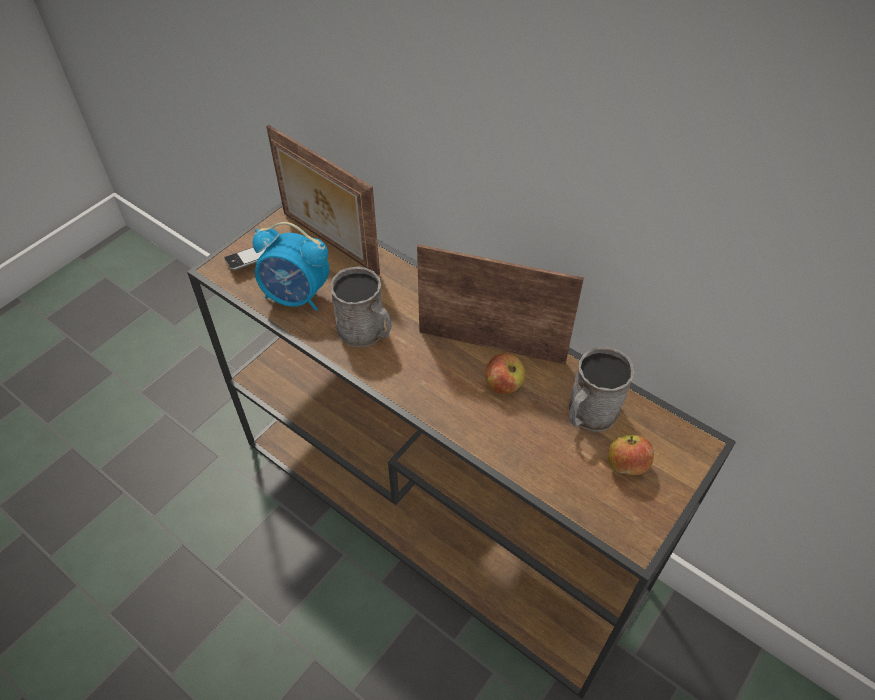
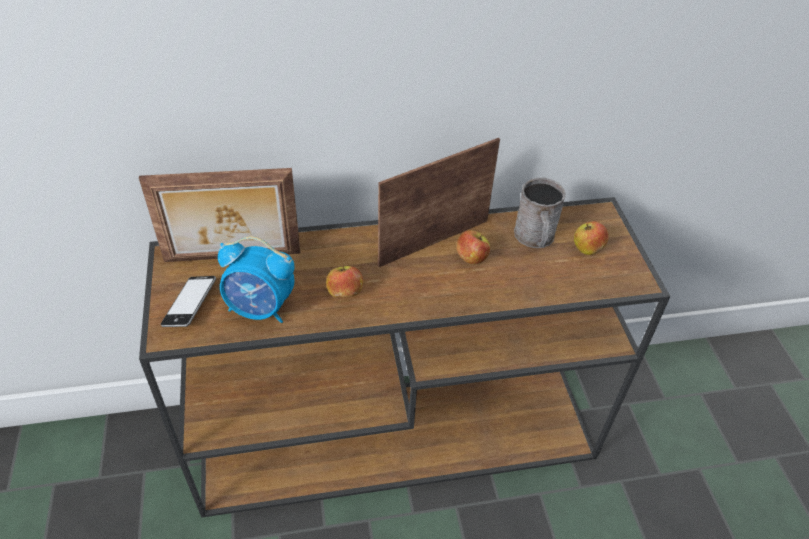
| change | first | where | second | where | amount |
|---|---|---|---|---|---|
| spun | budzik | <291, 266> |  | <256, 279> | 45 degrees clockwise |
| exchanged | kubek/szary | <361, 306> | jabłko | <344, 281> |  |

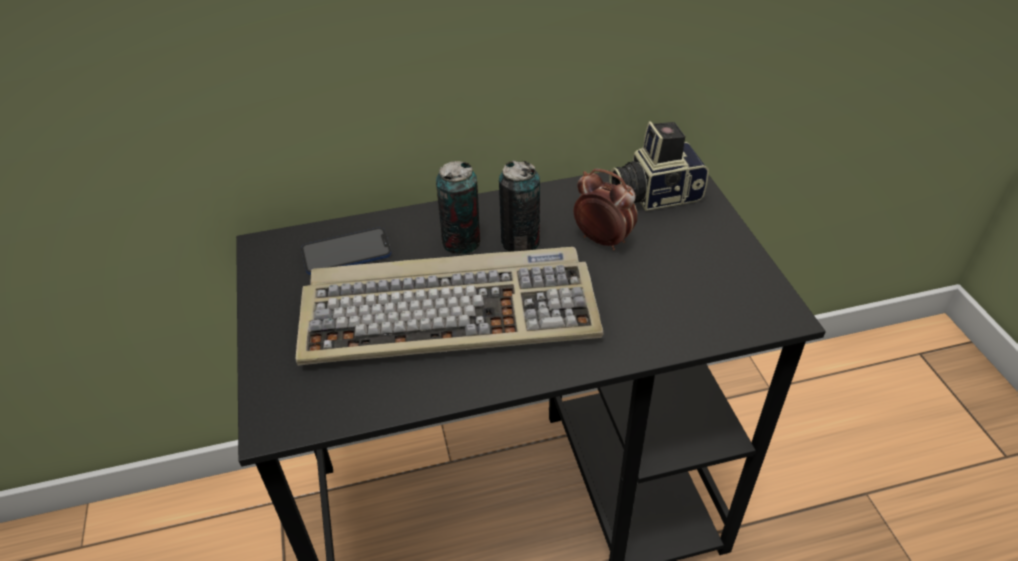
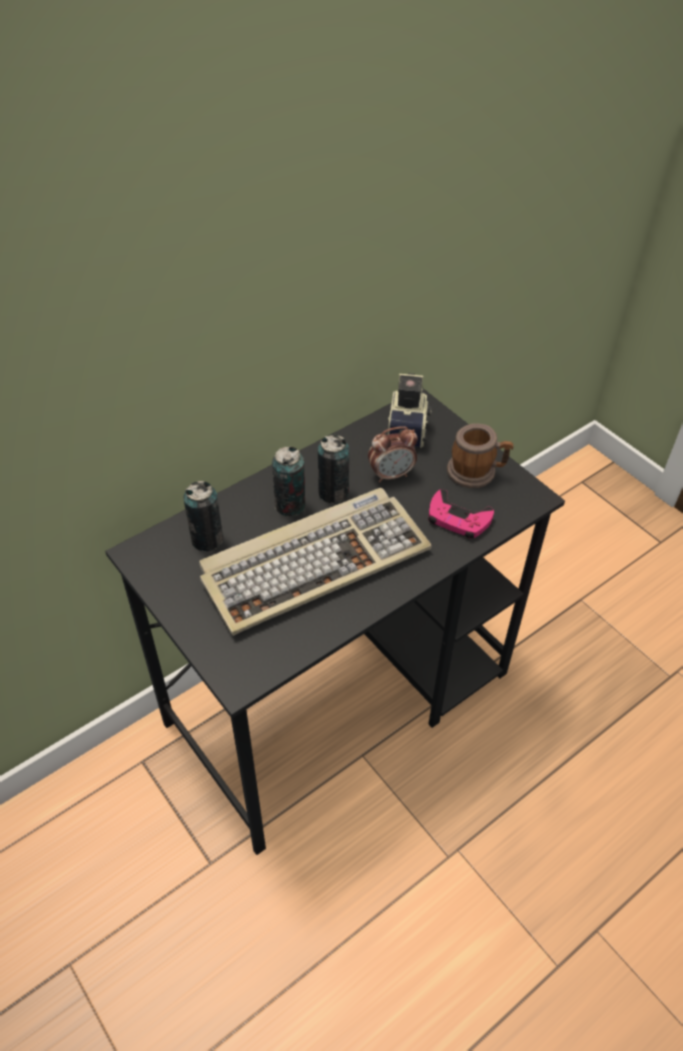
| change | first | where | second | where | amount |
|---|---|---|---|---|---|
| exchanged | telefon | <346, 251> | puszka | <203, 516> |  |
| spun | budzik | <606, 209> |  | <393, 454> | 150 degrees clockwise |
| spun | aparat fotograficzny | <659, 166> |  | <410, 410> | 135 degrees clockwise |
| appeared |  |  | pad do gier/różowy | <461, 514> |  |
| appeared |  |  | kubek | <480, 455> |  |

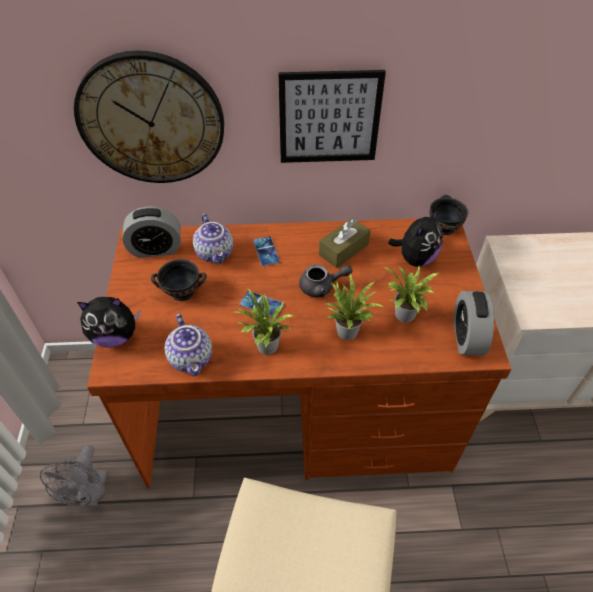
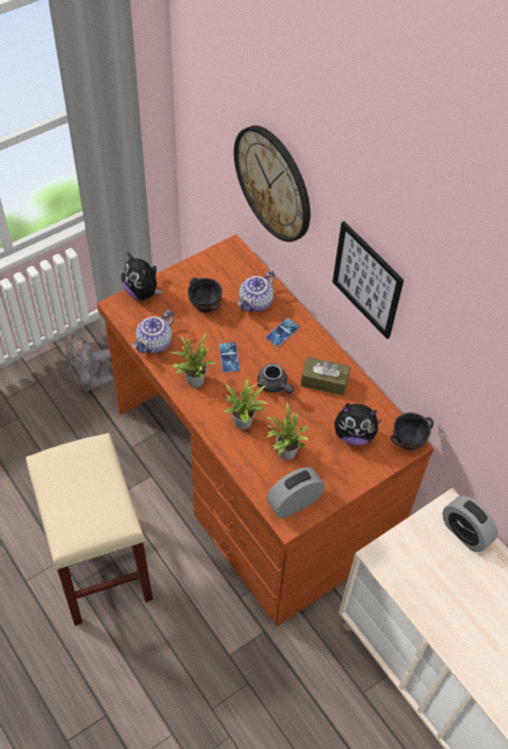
| change | first | where | second | where | amount |
|---|---|---|---|---|---|
| relocated | budzik | <151, 232> |  | <470, 523> |  |

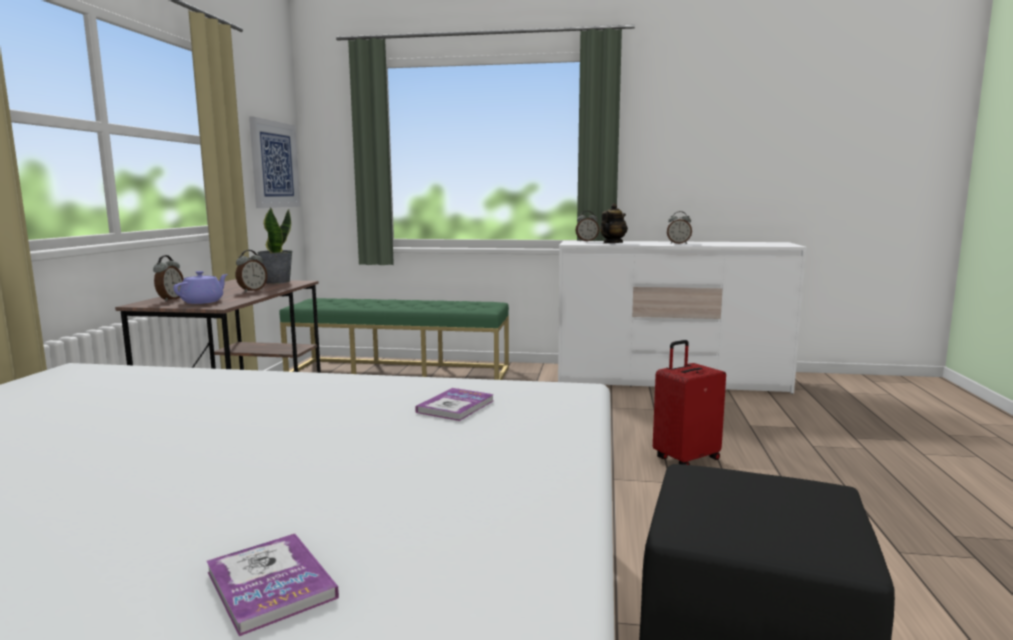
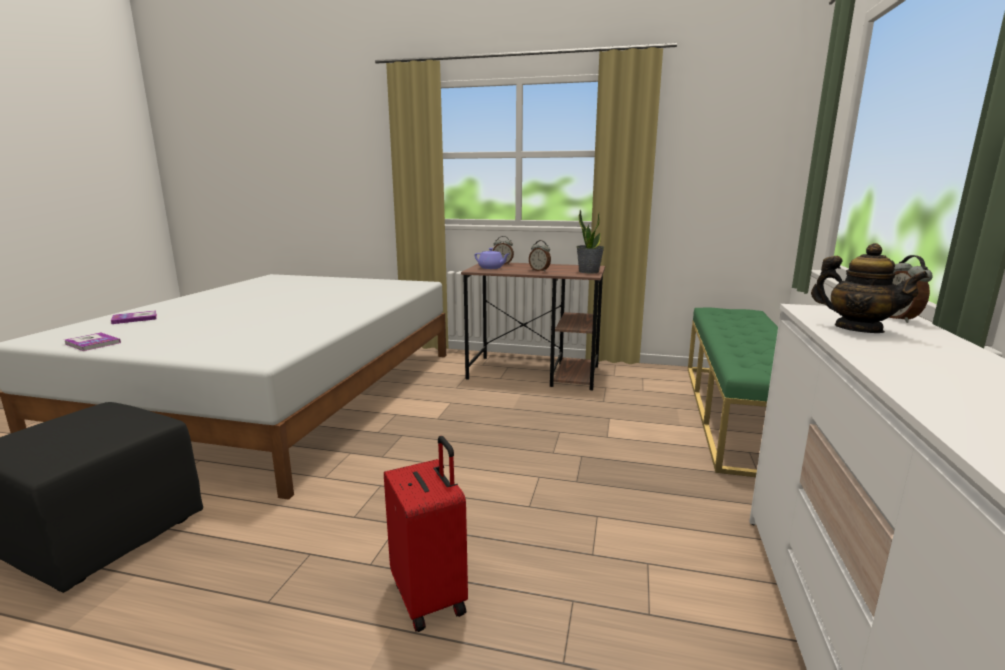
| change | first | where | second | where | amount |
|---|---|---|---|---|---|
| relocated | książka | <454, 404> |  | <93, 342> |  |
| missing | obraz | <275, 162> |  |  |  |
| missing | budzik | <679, 227> |  |  |  |

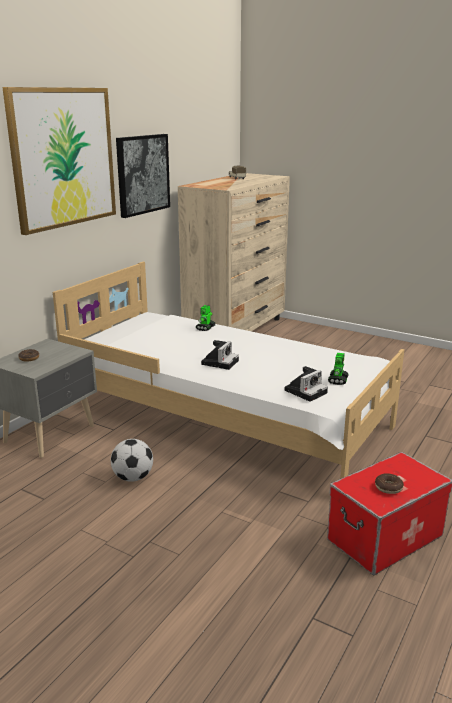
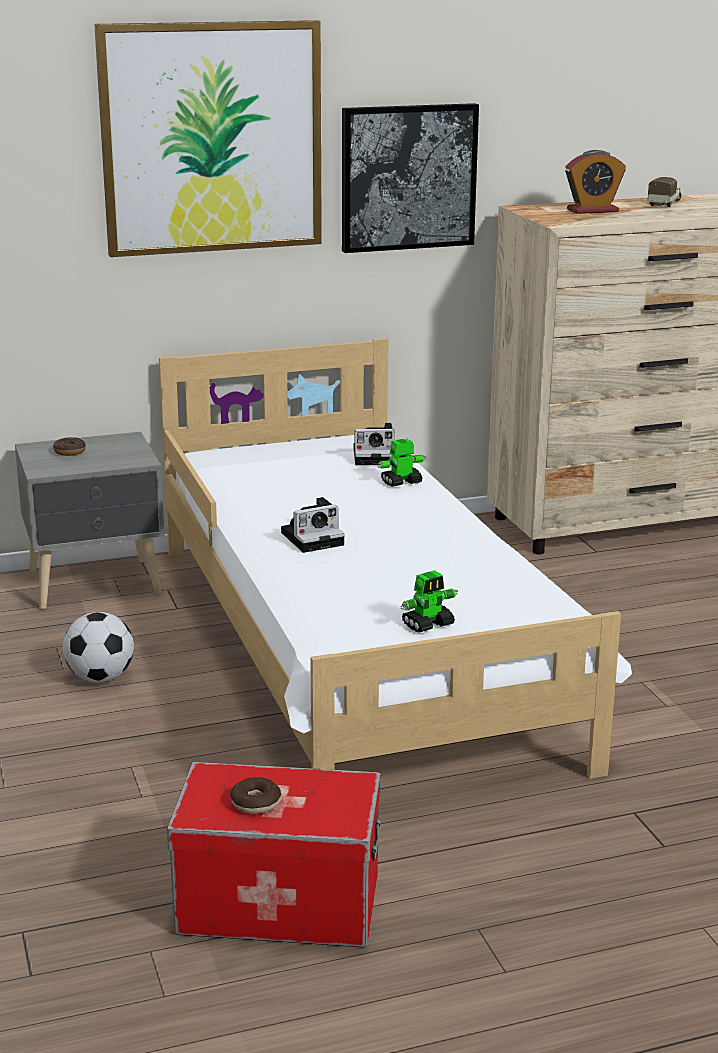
| change | first | where | second | where | amount |
|---|---|---|---|---|---|
| relocated | aparat fotograficzny | <306, 384> |  | <374, 444> |  |
| appeared |  |  | budzik | <595, 182> |  |

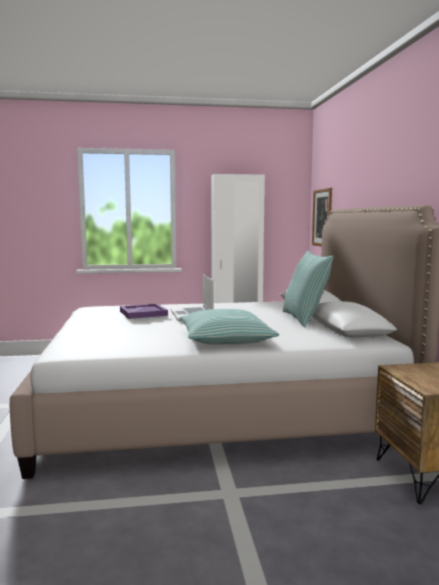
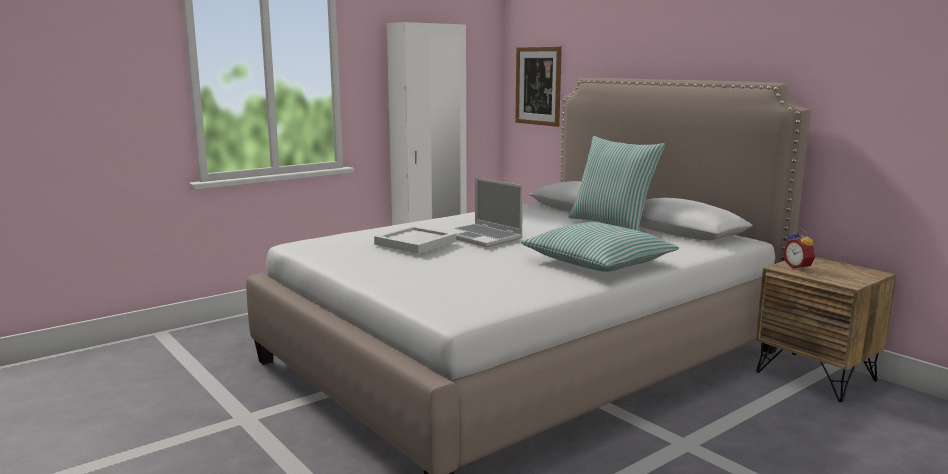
| change | first | where | second | where | amount |
|---|---|---|---|---|---|
| colour | taca/fioletowy | <144, 311> | taca/biały | <415, 240> |  |
| appeared |  |  | budzik | <799, 249> |  |

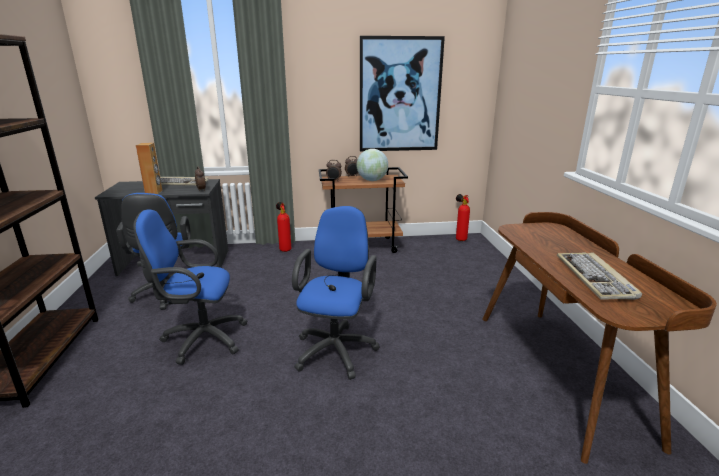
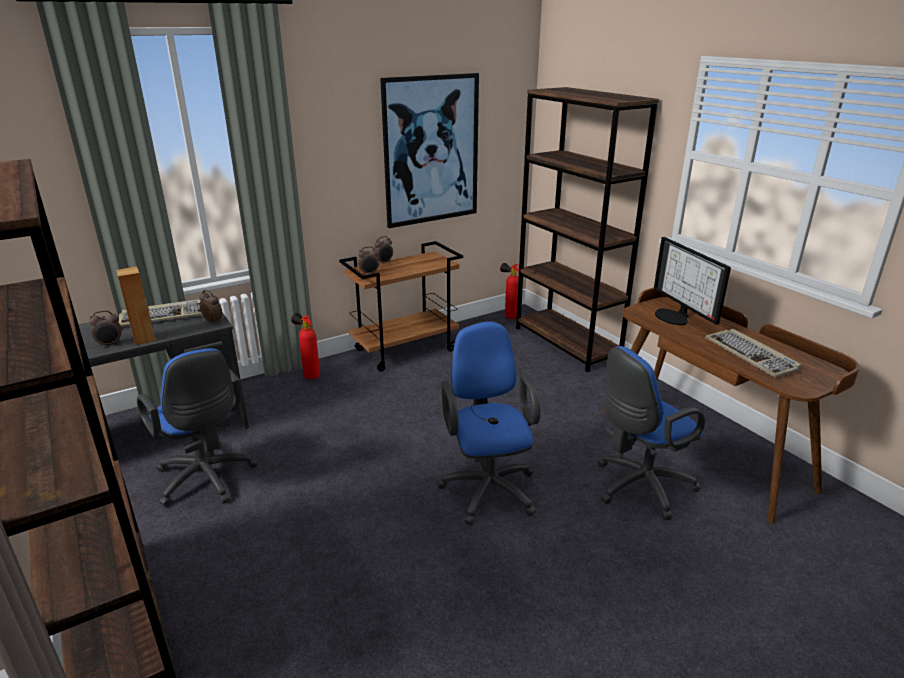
| change | first | where | second | where | amount |
|---|---|---|---|---|---|
| appeared |  |  | budzik | <105, 328> |  |
| appeared |  |  | regał/brązowy | <587, 229> |  |
| relocated | krzesło biurowe/niebieski | <190, 287> |  | <651, 433> |  |
| appeared |  |  | monitor | <692, 281> |  |
| missing | globus | <372, 165> |  |  |  |

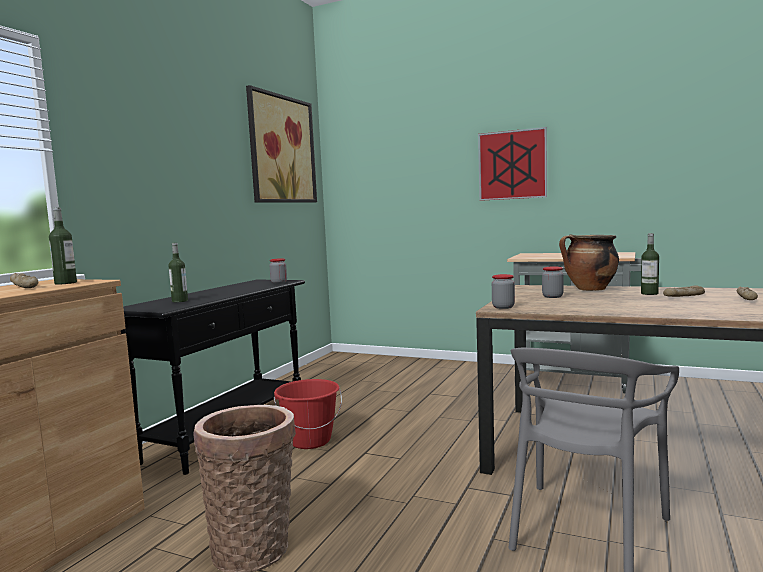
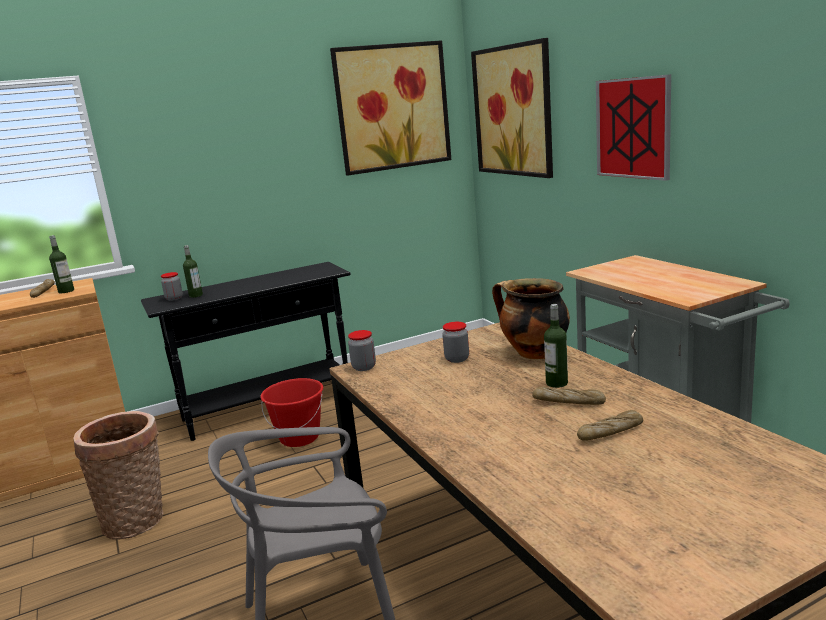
| change | first | where | second | where | amount |
|---|---|---|---|---|---|
| relocated | słoik | <278, 271> |  | <172, 286> |  |
| appeared |  |  | obraz | <512, 108> |  |

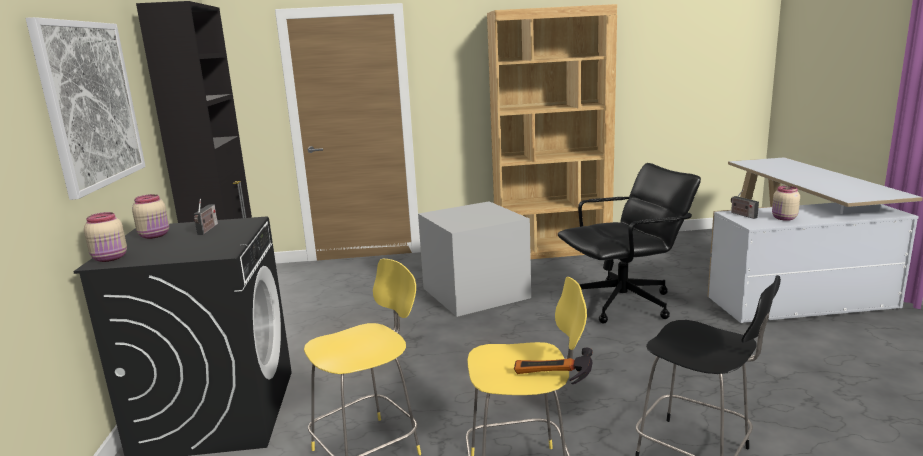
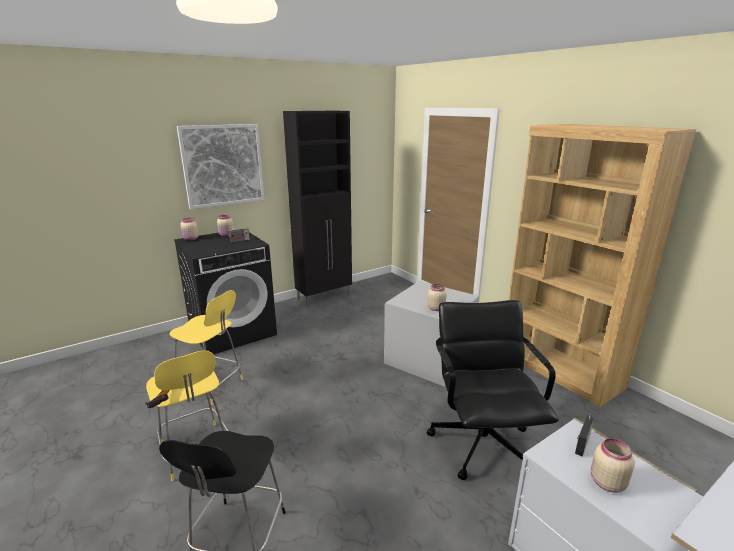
| change | first | where | second | where | amount |
|---|---|---|---|---|---|
| appeared |  |  | słoik/beżowy | <437, 297> |  |
| spun | krzesło biurowe/czarny | <629, 243> |  | <493, 390> | 135 degrees counterclockwise |

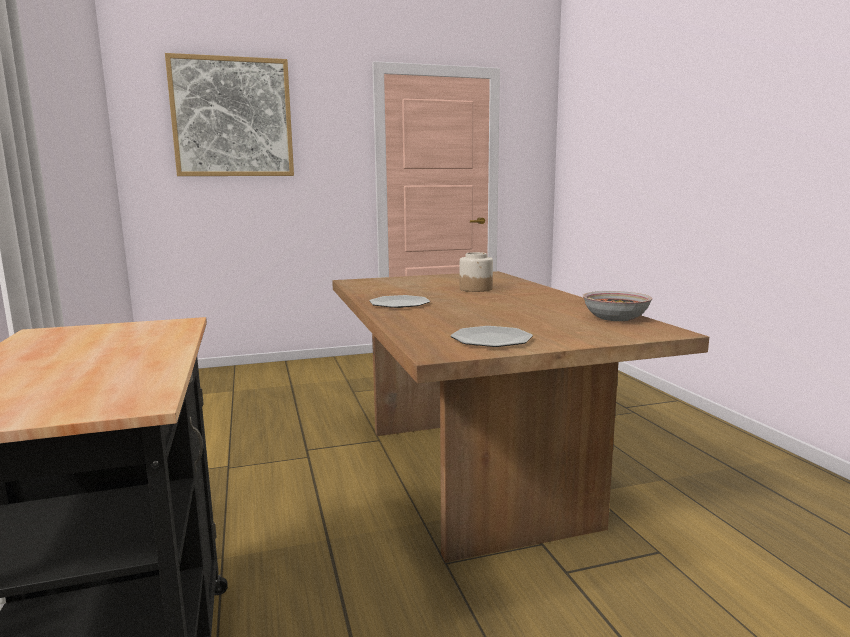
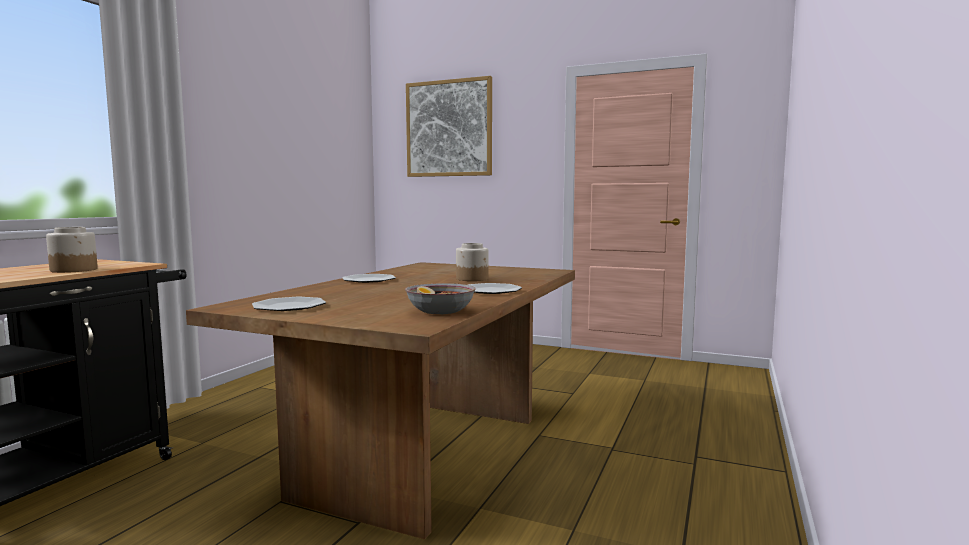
| change | first | where | second | where | amount |
|---|---|---|---|---|---|
| appeared |  |  | słoik | <72, 250> |  |
| appeared |  |  | talerz | <495, 288> |  |

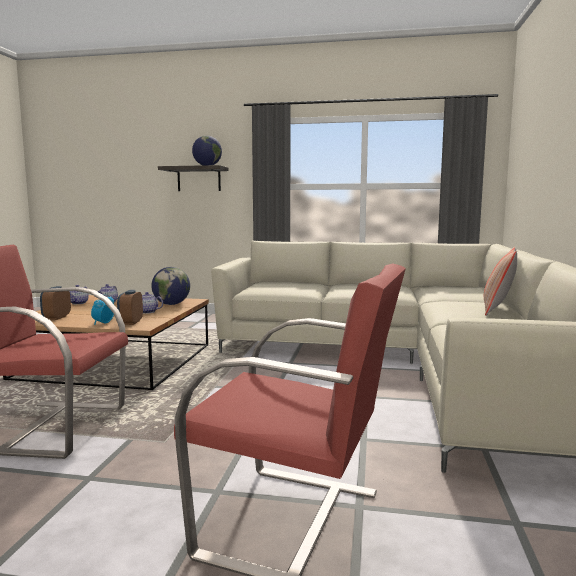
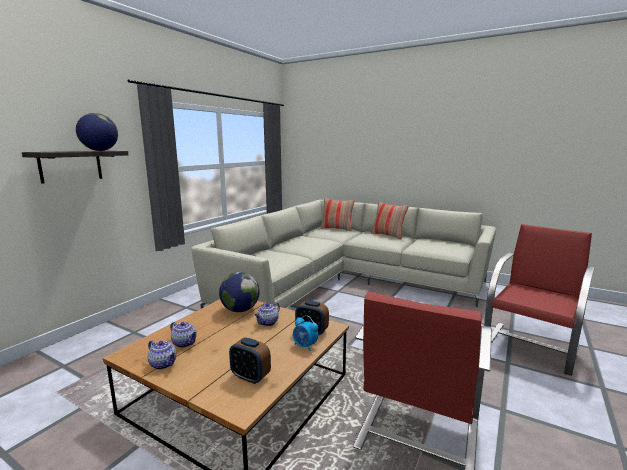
| change | first | where | second | where | amount |
|---|---|---|---|---|---|
| appeared |  |  | poduszka | <337, 214> |  |

